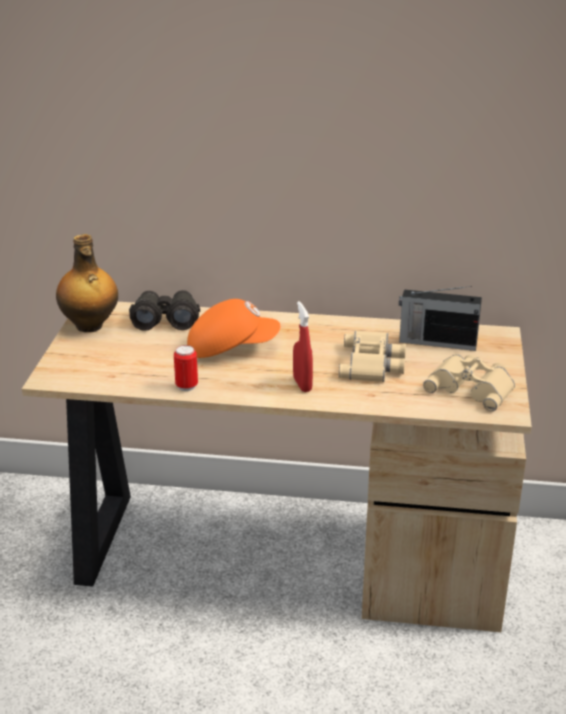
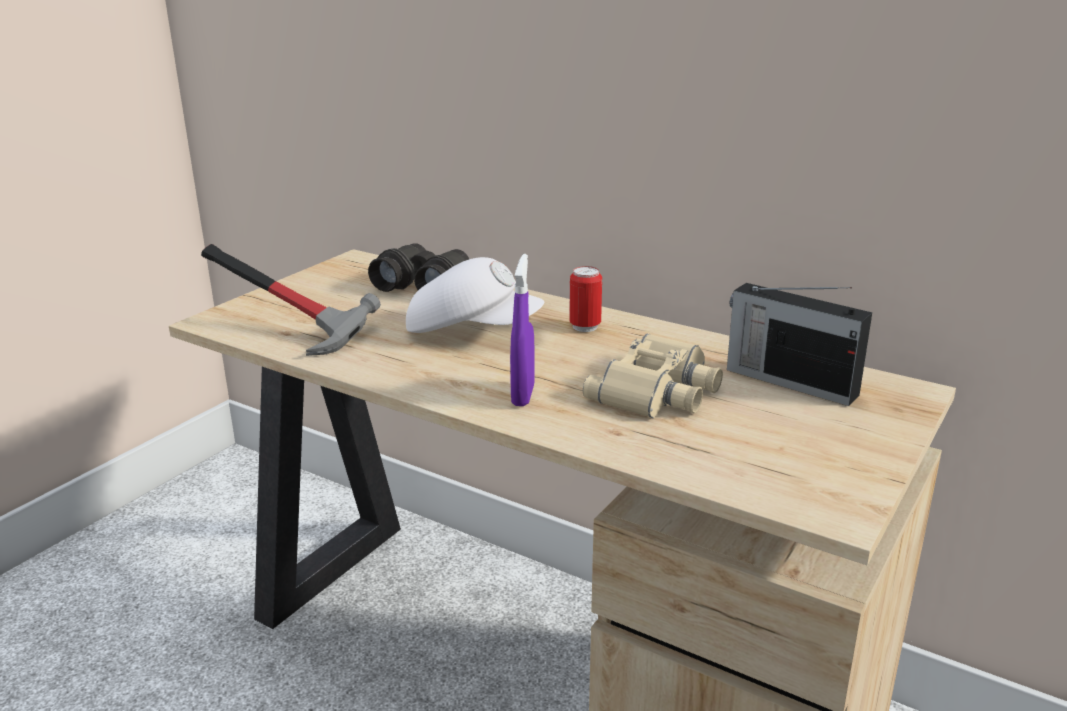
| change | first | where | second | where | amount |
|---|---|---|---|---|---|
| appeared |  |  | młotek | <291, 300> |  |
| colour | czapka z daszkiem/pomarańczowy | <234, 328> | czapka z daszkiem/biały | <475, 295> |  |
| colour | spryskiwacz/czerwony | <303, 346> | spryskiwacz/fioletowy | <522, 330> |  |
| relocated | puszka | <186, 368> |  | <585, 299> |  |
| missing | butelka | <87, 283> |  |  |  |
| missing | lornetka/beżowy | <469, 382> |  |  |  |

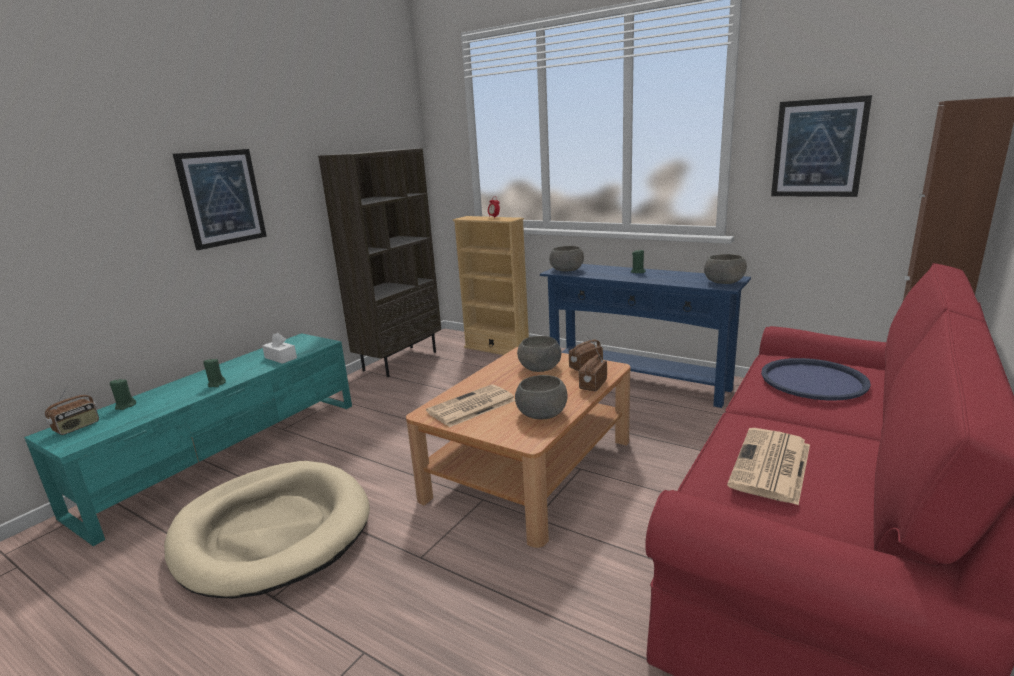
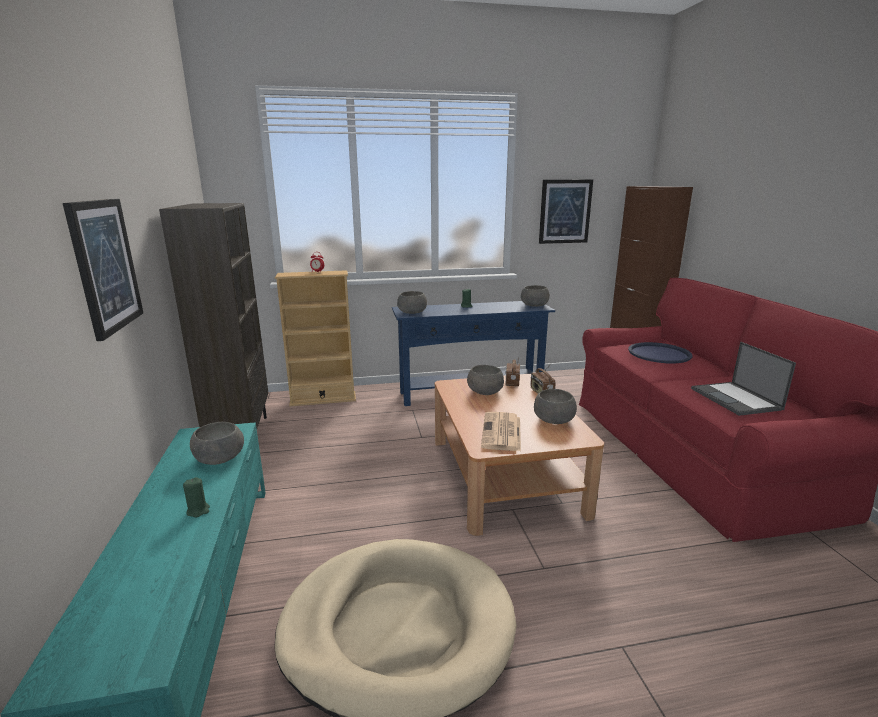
| change | first | where | second | where | amount |
|---|---|---|---|---|---|
| exchanged | pudełko chusteczek/biały | <279, 348> | miska/szary | <217, 443> |  |
| exchanged | gazeta | <768, 467> | laptop | <743, 379> |  |
| missing | radio | <72, 410> |  |  |  |
| missing | świeca/zielony | <123, 394> |  |  |  |

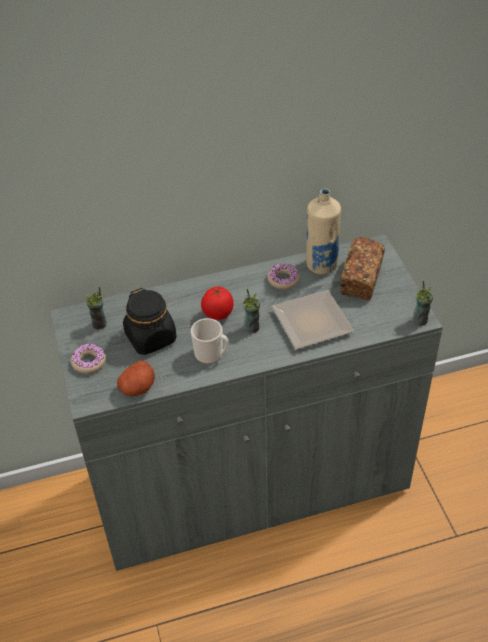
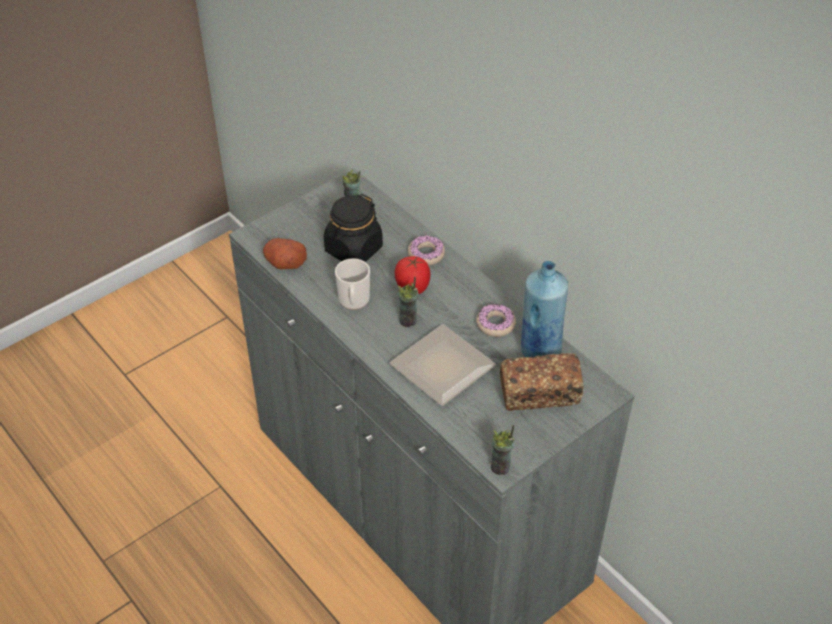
| change | first | where | second | where | amount |
|---|---|---|---|---|---|
| relocated | donut | <88, 359> |  | <426, 251> |  |
| colour | butelka/beżowy | <323, 231> | butelka/niebieski | <544, 309> |  |

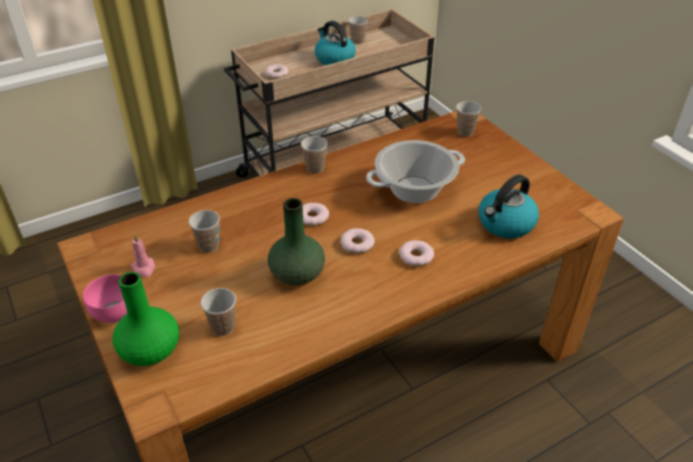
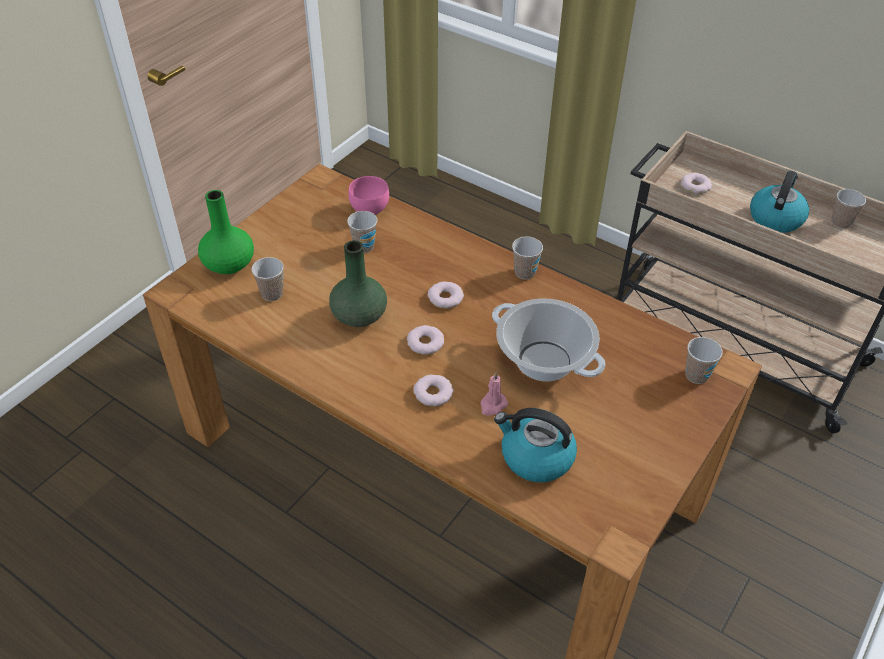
| change | first | where | second | where | amount |
|---|---|---|---|---|---|
| relocated | miska/różowy | <105, 298> |  | <369, 195> |  |
| relocated | świeca/różowy | <143, 256> |  | <494, 394> |  |

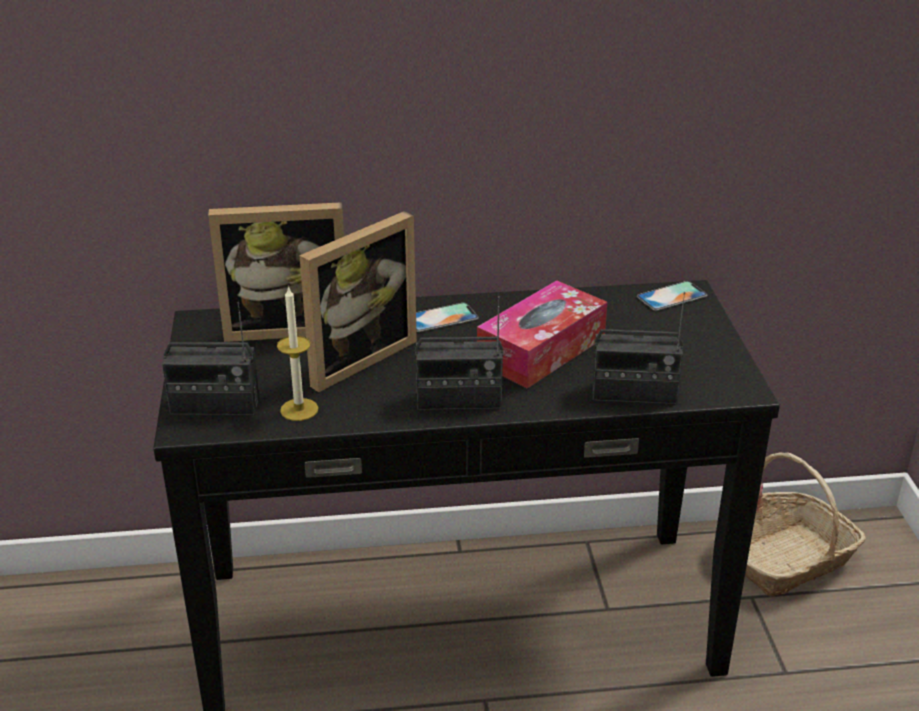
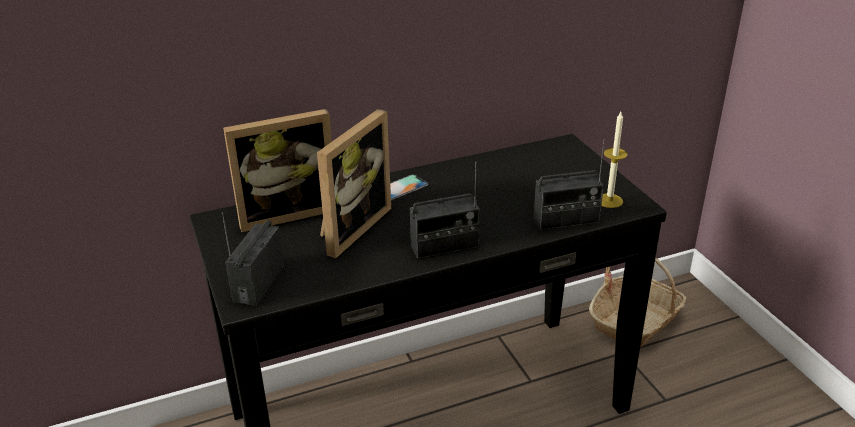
| change | first | where | second | where | amount |
|---|---|---|---|---|---|
| spun | radio | <210, 358> |  | <253, 259> | 120 degrees clockwise |
| relocated | świeca | <297, 353> |  | <614, 160> |  |
| missing | pudełko chusteczek | <542, 334> |  |  |  |
| missing | telefon | <672, 296> |  |  |  |

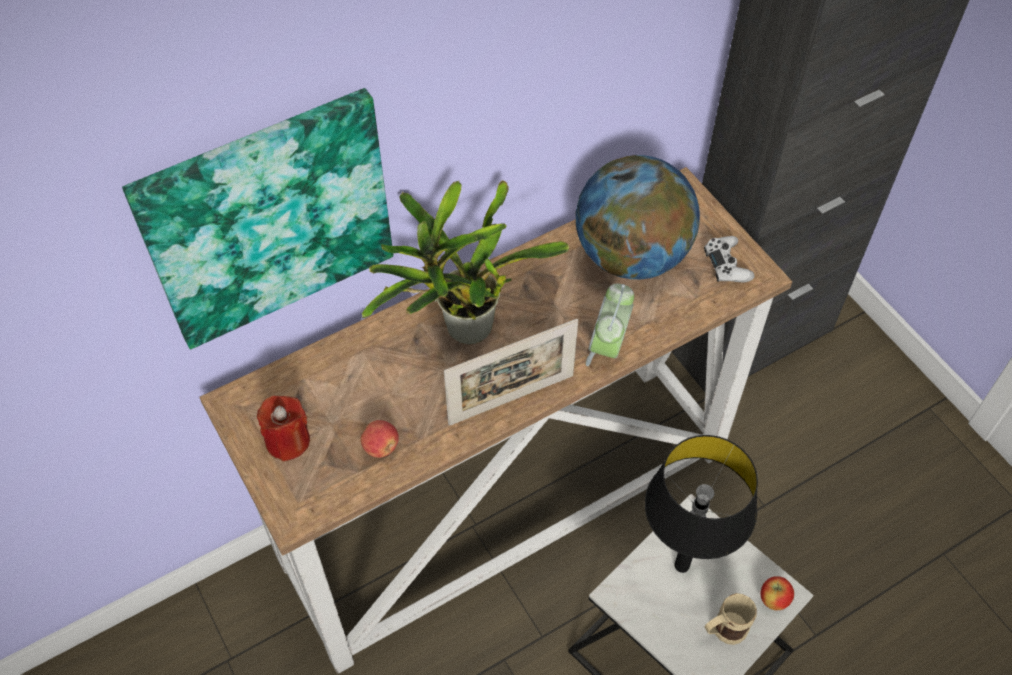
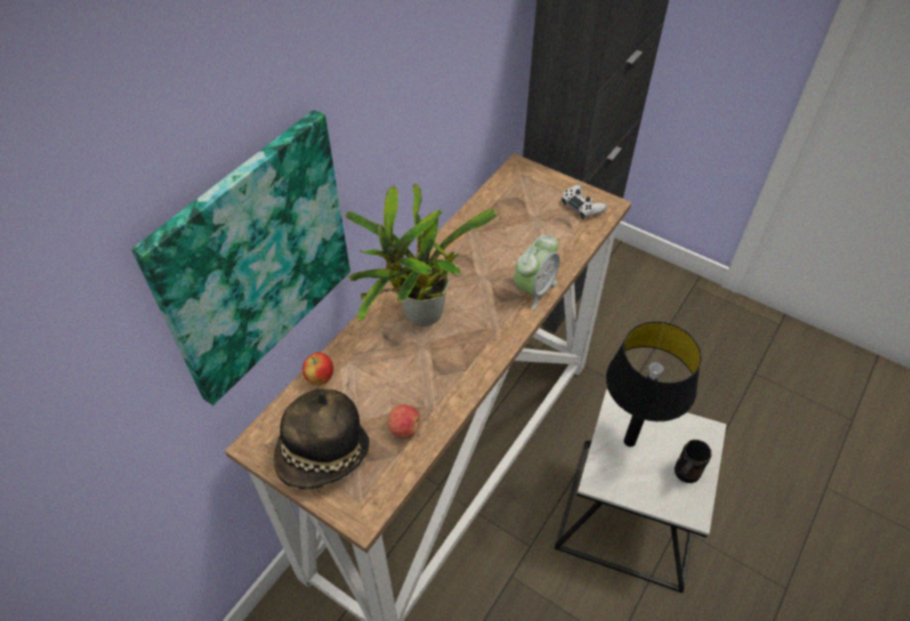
| change | first | where | second | where | amount |
|---|---|---|---|---|---|
| exchanged | świeca/czerwony | <283, 428> | kapelusz | <321, 439> |  |
| relocated | jabłko | <777, 593> |  | <318, 368> |  |
| spun | budzik | <610, 325> |  | <537, 272> | 135 degrees counterclockwise |
| colour | kubek/beżowy | <731, 619> | kubek/czarny | <692, 461> |  |
| missing | ramka na zdjęcie | <511, 372> |  |  |  |
| missing | globus | <638, 217> |  |  |  |

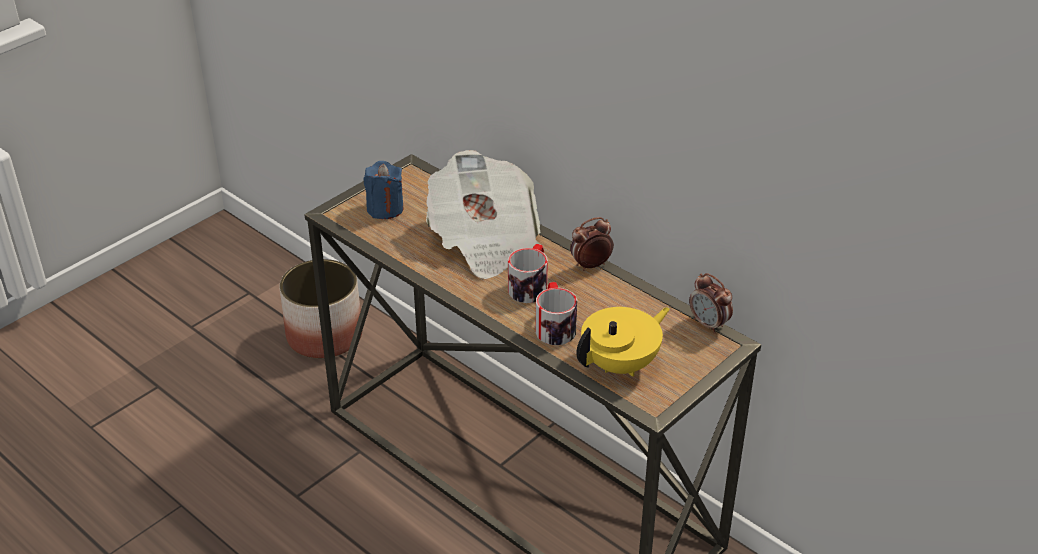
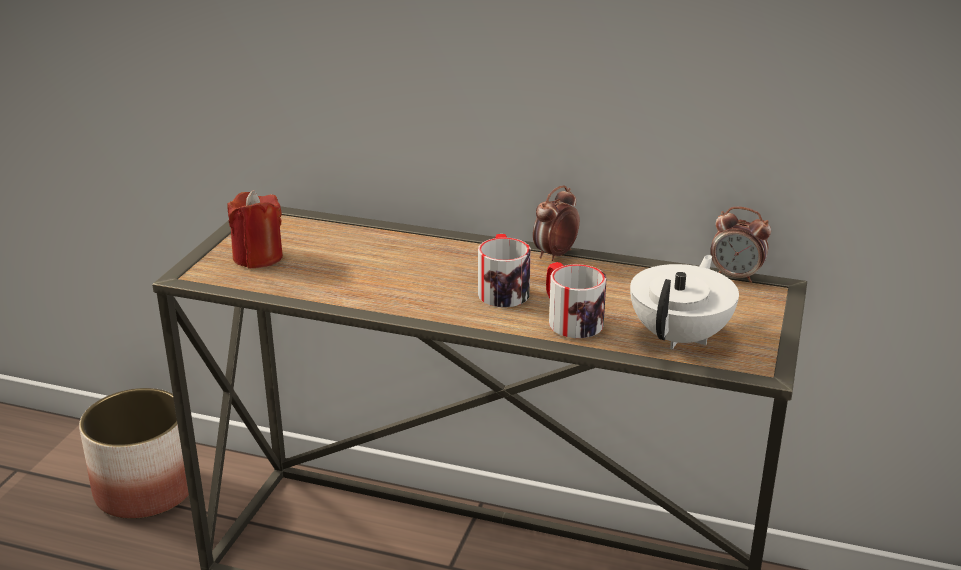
| change | first | where | second | where | amount |
|---|---|---|---|---|---|
| colour | świeca/niebieski | <384, 190> | świeca/czerwony | <255, 229> |  |
| colour | imbryk/żółty | <623, 342> | imbryk/biały | <684, 302> |  |
| missing | gazeta | <483, 214> |  |  |  |

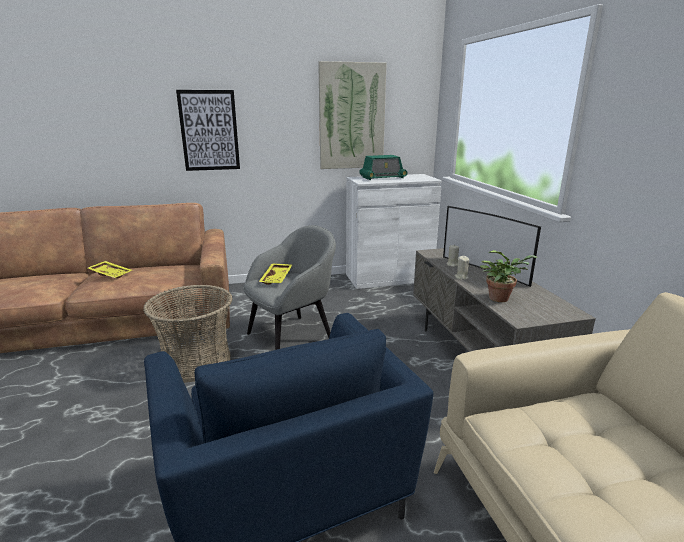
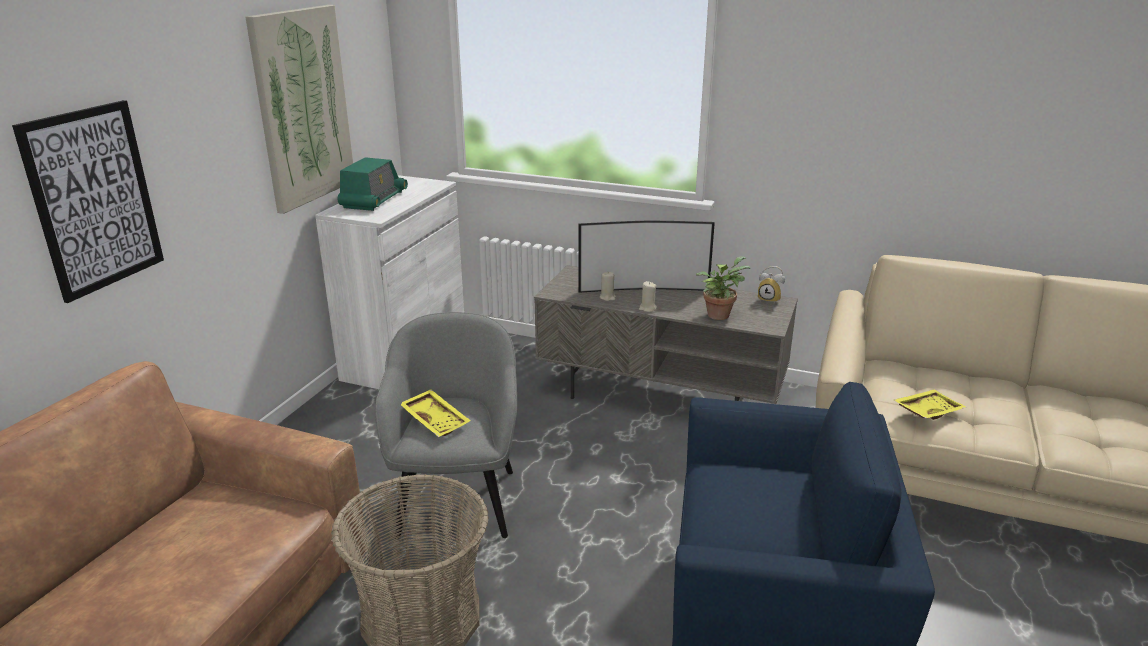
| change | first | where | second | where | amount |
|---|---|---|---|---|---|
| appeared |  |  | budzik | <771, 284> |  |
| relocated | taca/żółty | <110, 269> |  | <930, 404> |  |

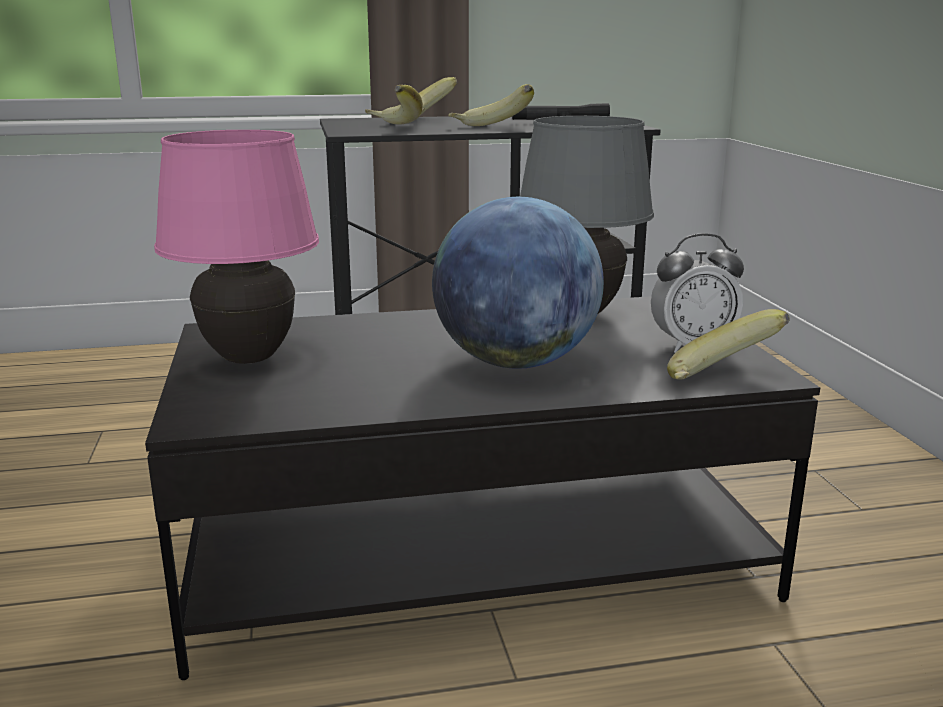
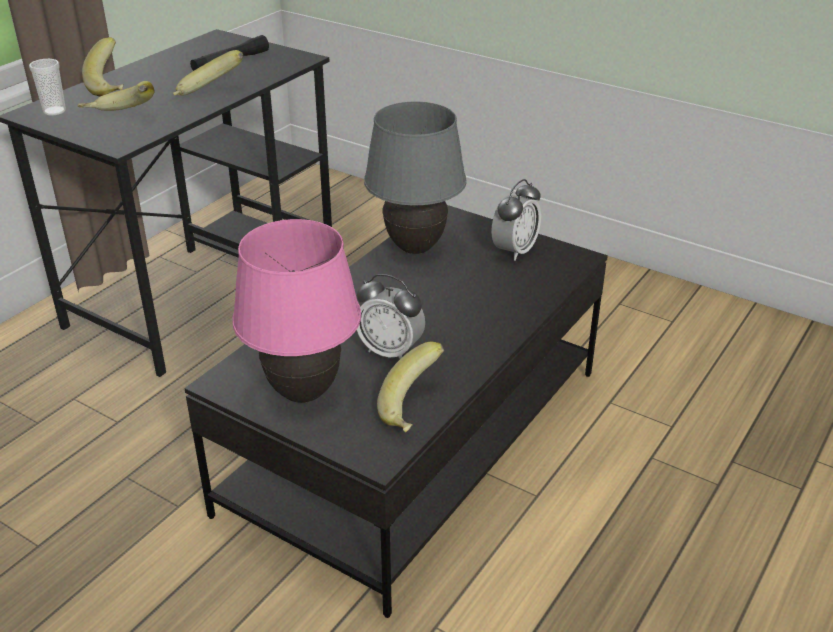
| change | first | where | second | where | amount |
|---|---|---|---|---|---|
| appeared |  |  | filiżanka | <47, 87> |  |
| appeared |  |  | budzik | <391, 316> |  |
| relocated | banan | <728, 344> |  | <410, 387> |  |
| missing | globus | <518, 283> |  |  |  |

